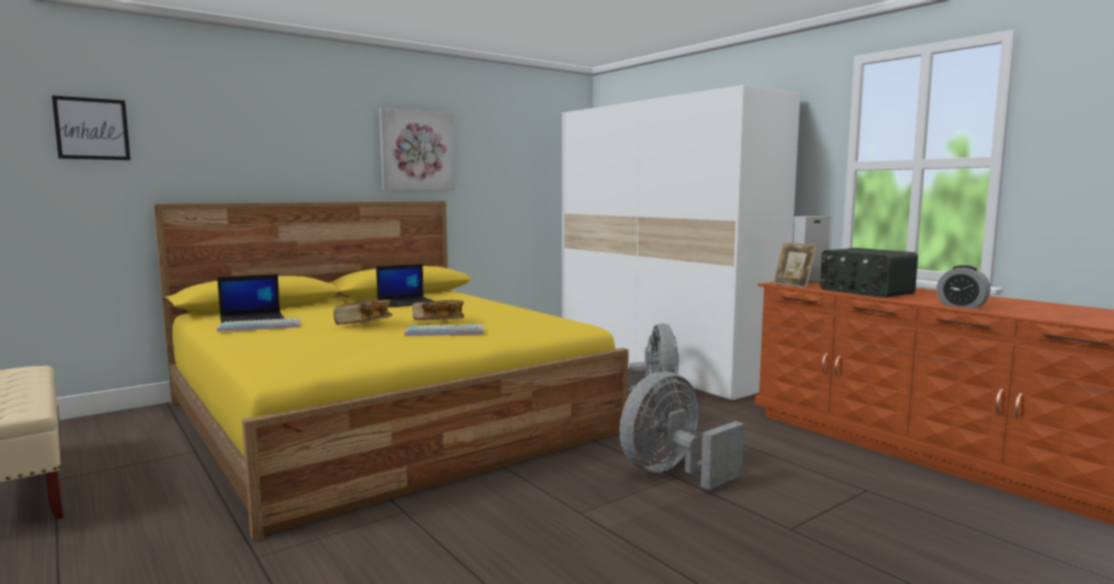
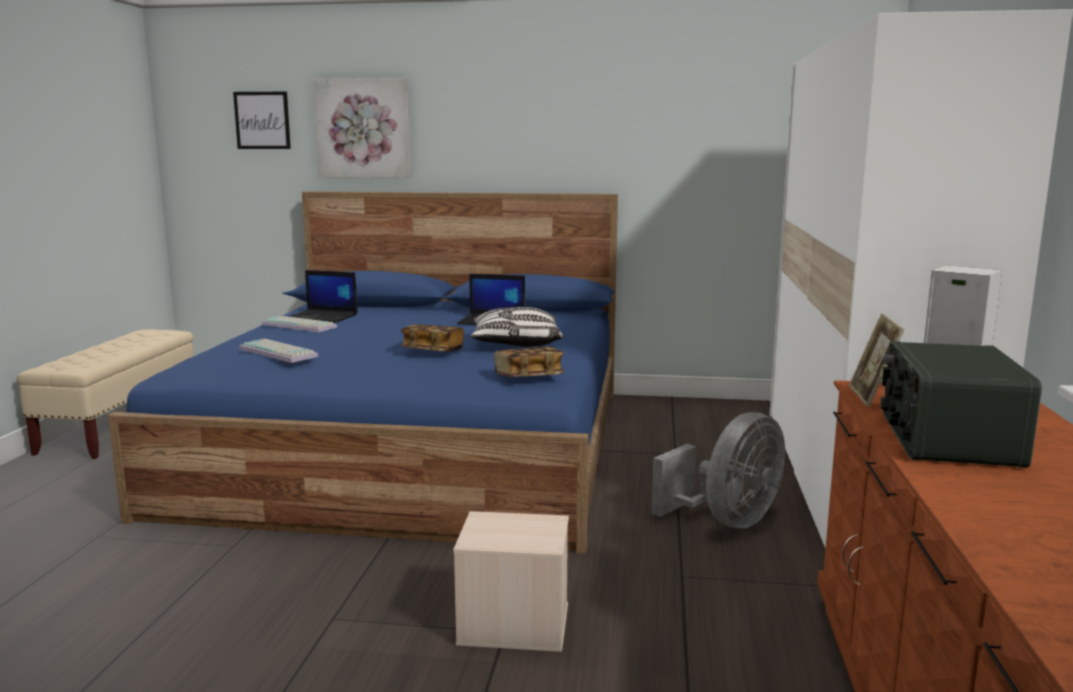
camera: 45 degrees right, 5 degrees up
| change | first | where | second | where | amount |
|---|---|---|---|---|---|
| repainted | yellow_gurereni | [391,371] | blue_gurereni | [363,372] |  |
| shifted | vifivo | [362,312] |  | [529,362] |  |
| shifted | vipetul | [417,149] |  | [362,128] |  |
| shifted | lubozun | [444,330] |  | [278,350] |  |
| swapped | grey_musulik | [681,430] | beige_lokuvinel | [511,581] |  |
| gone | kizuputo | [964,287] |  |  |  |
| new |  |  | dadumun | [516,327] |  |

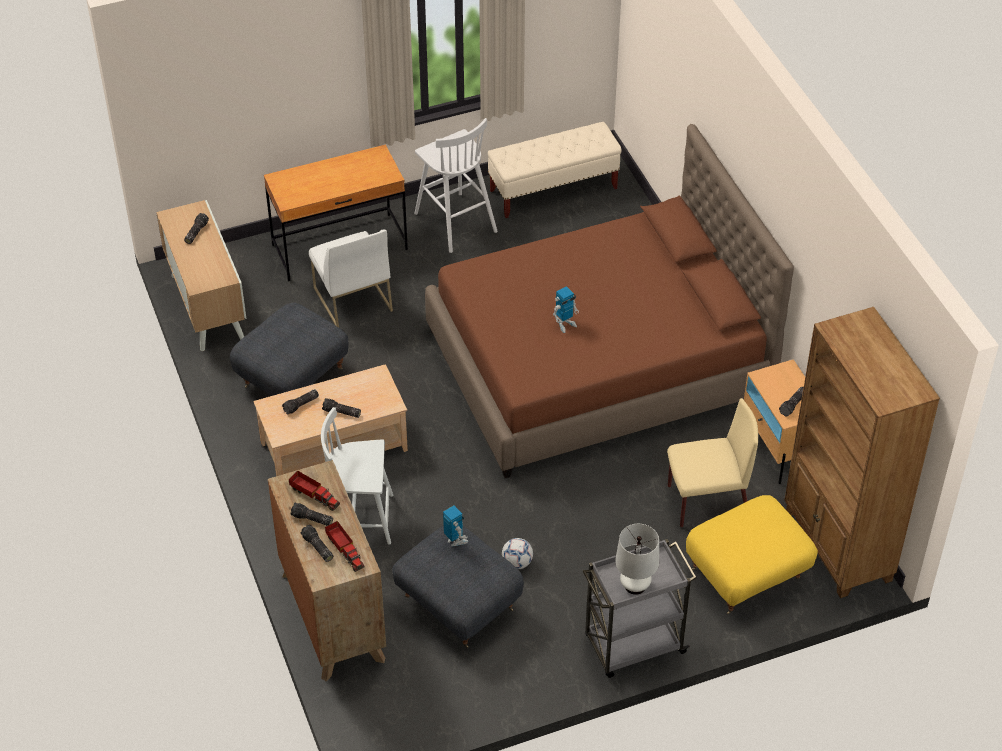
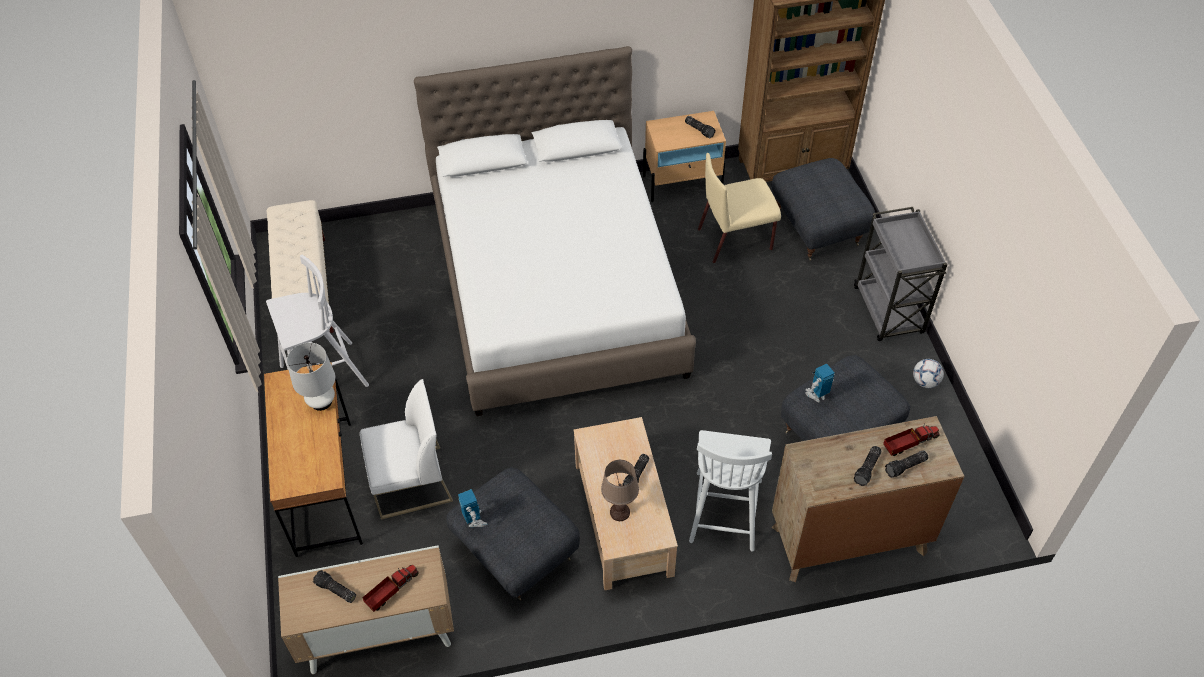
camera: 80 degrees left, 5 degrees up
| change | first | where | second | where | amount |
|---|---|---|---|---|---|
| swapped | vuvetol | [300,401] | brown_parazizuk | [620,490] |  |
| shifted | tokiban | [314,490] |  | [390,588] |  |
| repainted | brown_gurereni | [609,301] | white_gurereni | [555,231] |  |
| shifted | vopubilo | [517,553] |  | [928,373] |  |
| shifted | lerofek | [566,309] |  | [472,508] |  |
| shifted | white_parazizuk | [637,559] |  | [311,377] |  |
| rotated | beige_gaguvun | [712,462] |  | [739,208] | 105 degrees counterclockwise |
| repainted | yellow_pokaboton | [752,554] | grey_pokaboton | [823,209] |  |

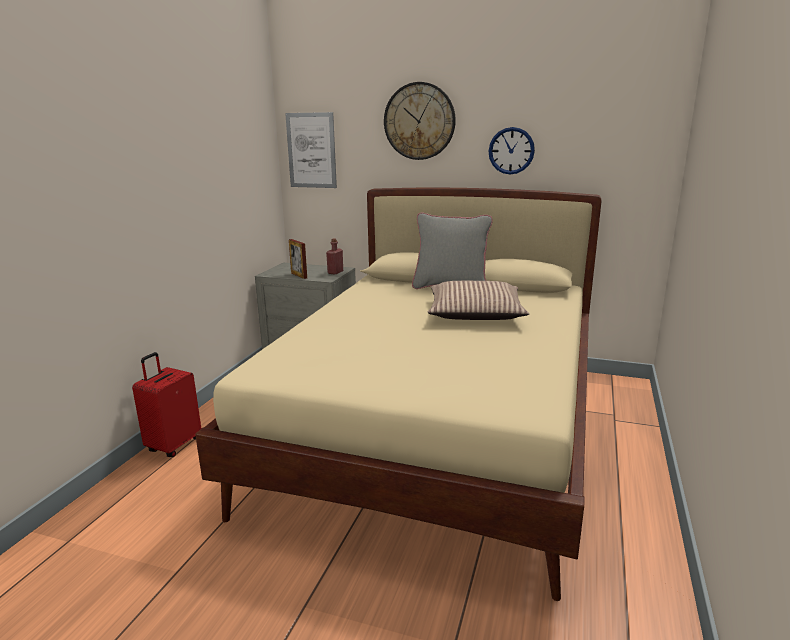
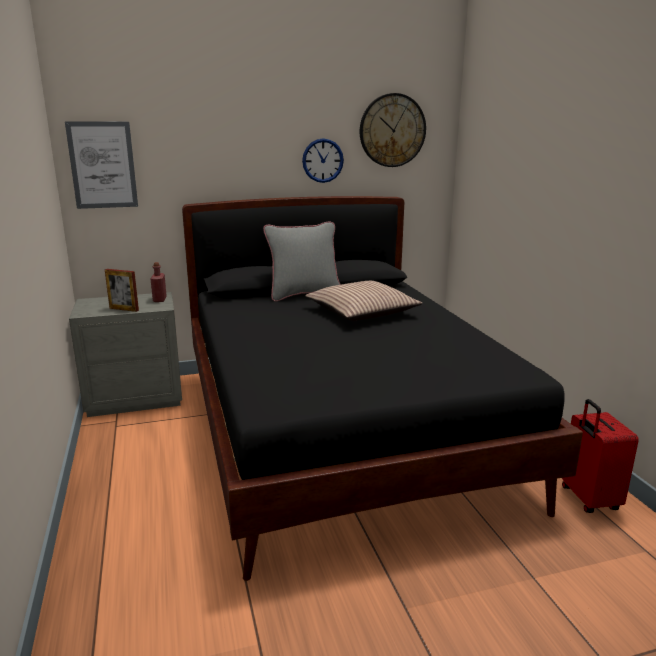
camera: 35 degrees left, 0 degrees up
| change | first | where | second | where | amount |
|---|---|---|---|---|---|
| shifted | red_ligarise | [166,404] |  | [600,456] |  |
| repainted | beige_gurereni | [398,394] | black_gurereni | [382,388] |  |
| shifted | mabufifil | [420,121] |  | [393,130] |  |

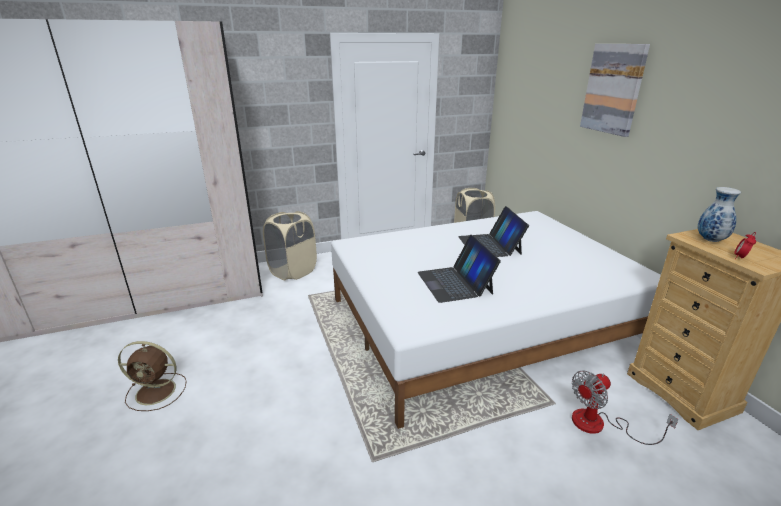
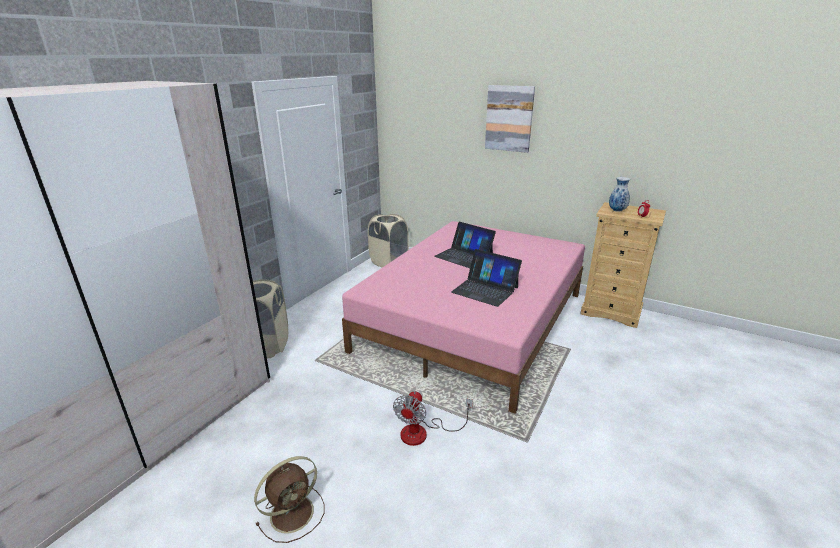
camera: 40 degrees left, 0 degrees up
| change | first | where | second | where | amount |
|---|---|---|---|---|---|
| repainted | white_gurereni | [496,320] | pink_gurereni | [463,317] |  |
| shifted | musulik | [625,408] |  | [433,418] |  |

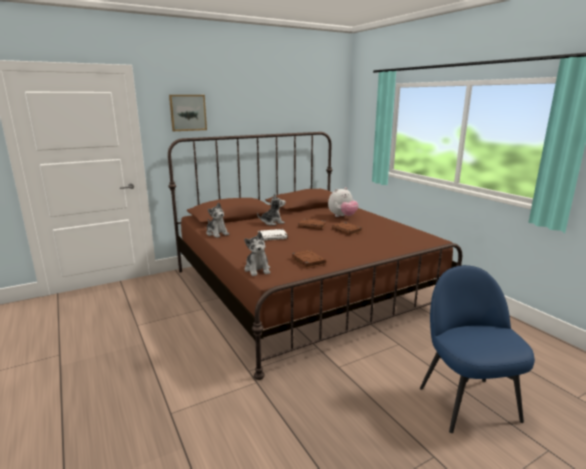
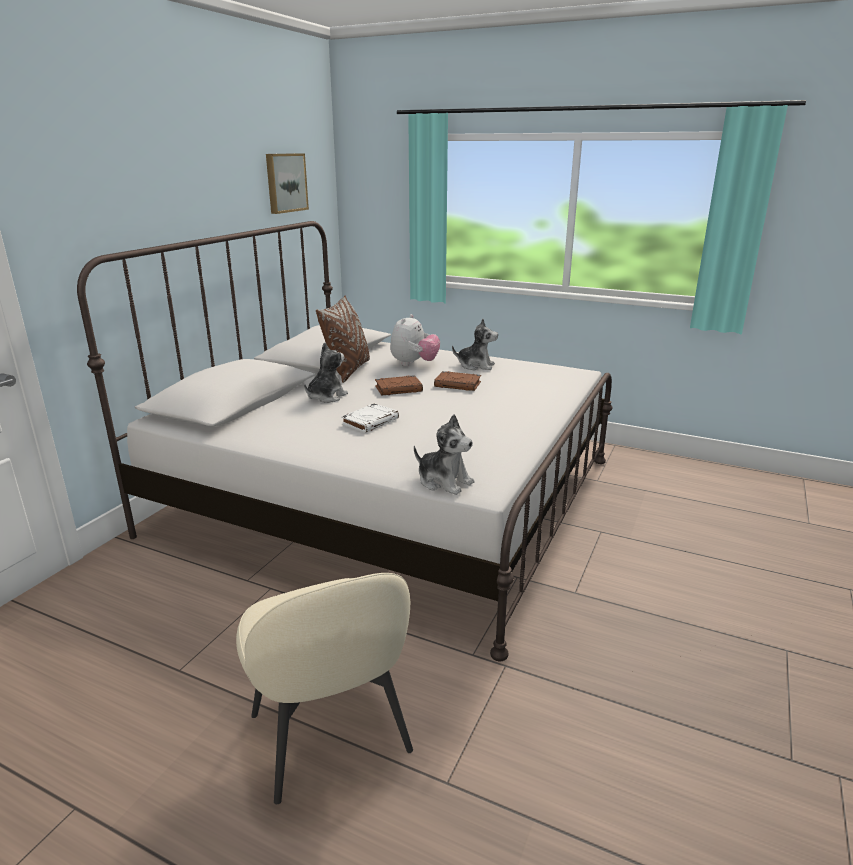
camera: 35 degrees left, 5 degrees up
| change | first | where | second | where | amount |
|---|---|---|---|---|---|
| repainted | brown_gurereni | [315,256] | white_gurereni | [345,441] |  |
| shifted | vipetul | [188,113] |  | [287,183] |  |
| shifted | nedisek | [217,220] |  | [475,344] |  |
| gone | brown_vifivo | [308,259] |  |  |  |
| gone | blue_gaguvun | [477,349] |  |  |  |
| new |  |  | beige_gaguvun | [324,688] |  |
| new |  |  | brown_dadumun | [343,339] |  |

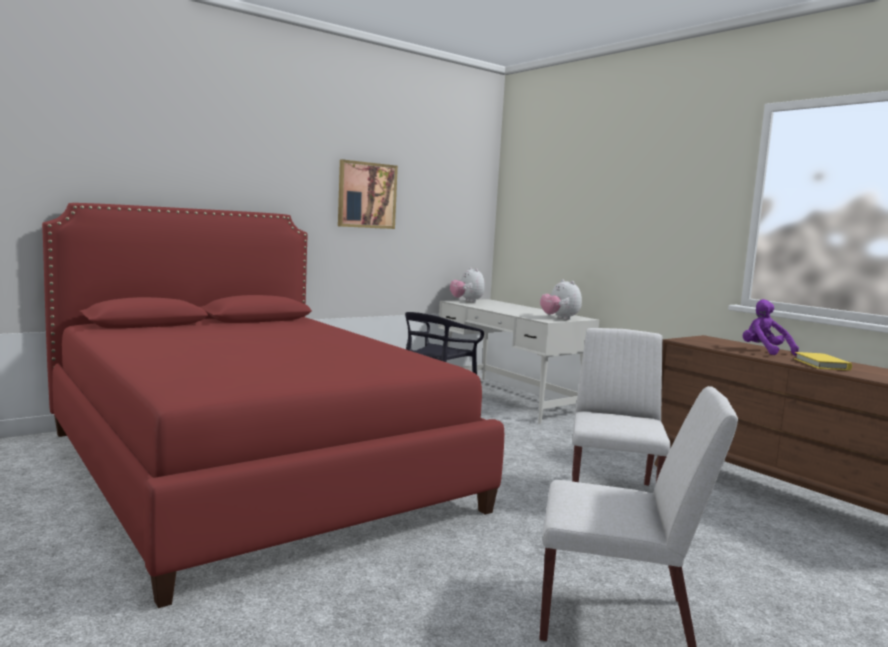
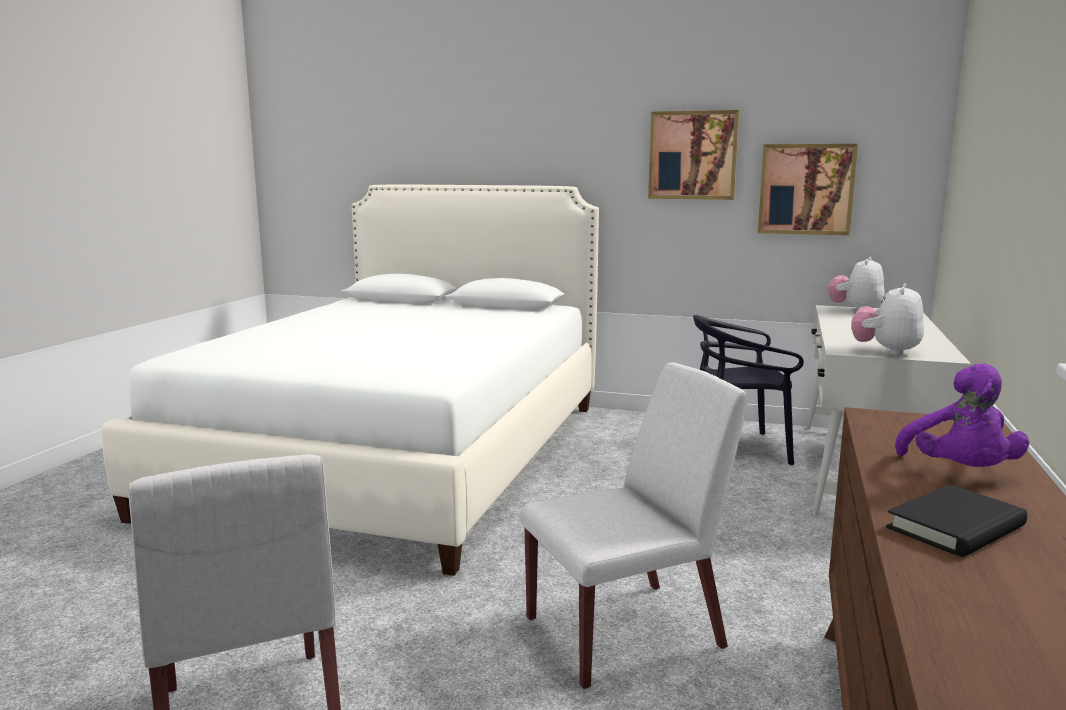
camera: 55 degrees right, 5 degrees up
| change | first | where | second | where | amount |
|---|---|---|---|---|---|
| repainted | red_gurereni | [273,405] | white_gurereni | [350,380] |  |
| rotated | purple_nedisek | [771,327] |  | [962,415] | 150 degrees clockwise |
| repainted | yellow_vifivo | [823,361] | black_vifivo | [956,520] |  |
| new |  |  | vipetul | [808,189] |  |

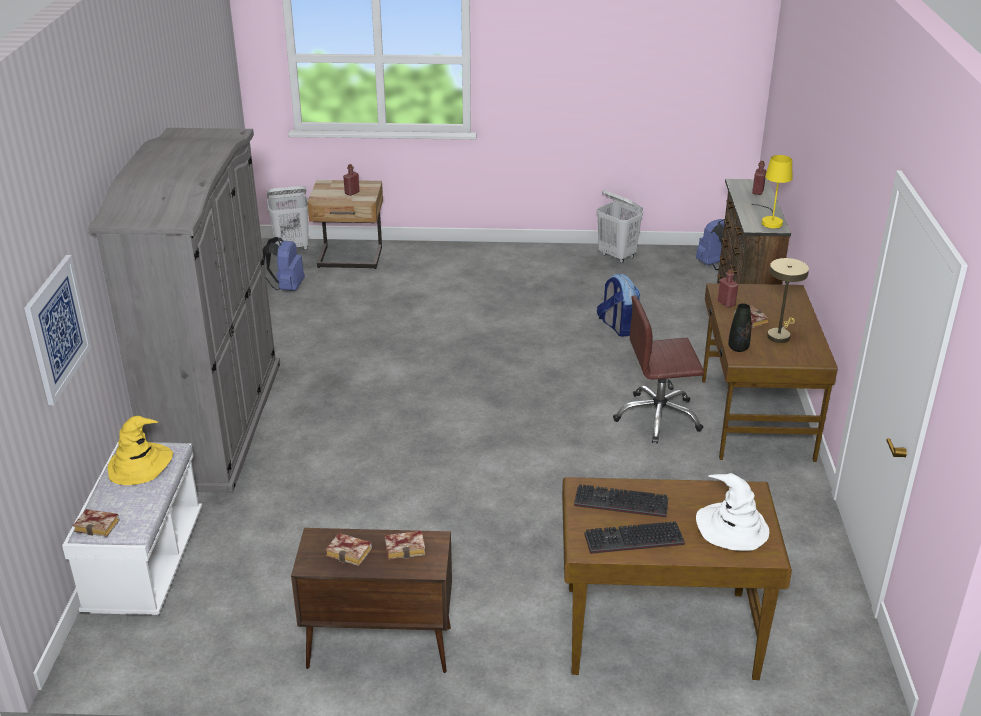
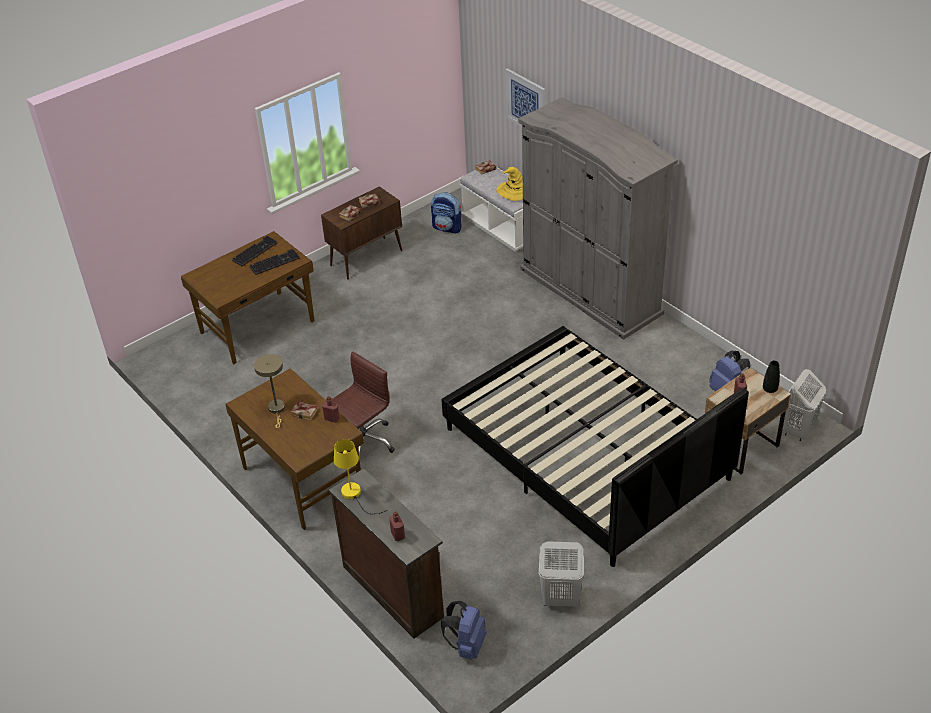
camera: 140 degrees right, 10 degrees up
| change | first | where | second | where | amount |
|---|---|---|---|---|---|
| shifted | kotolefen | [618,305] |  | [446,213] |  |
| gone | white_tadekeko | [732,512] |  |  |  |
| shifted | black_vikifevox | [739,327] |  | [771,377] |  |
| new |  |  | black_gurereni | [595,446] |  |

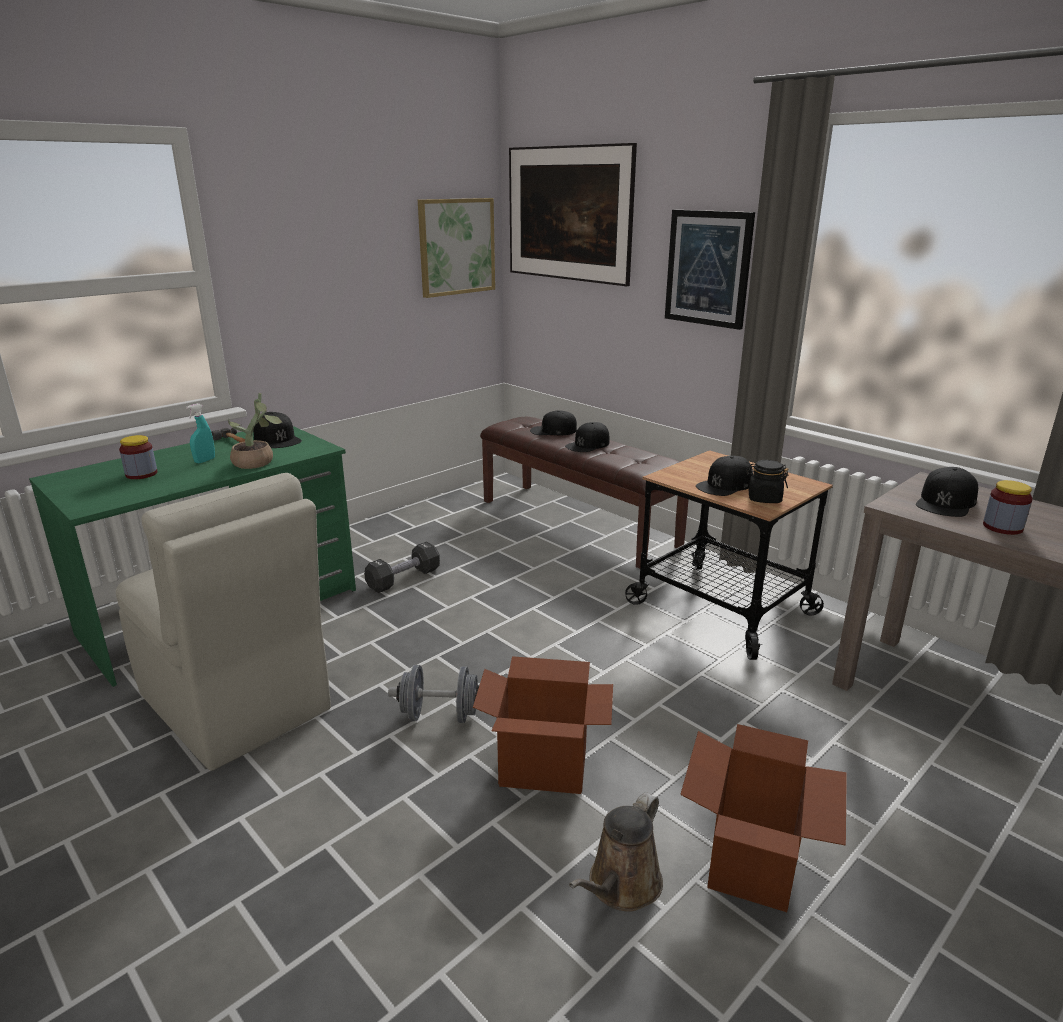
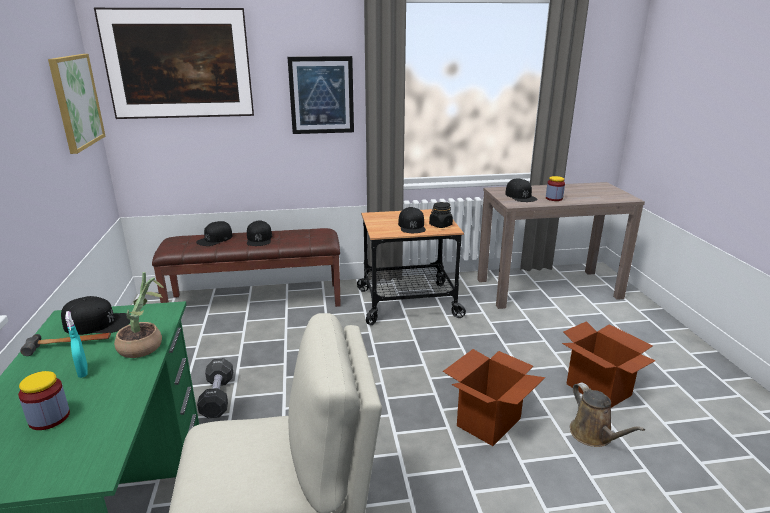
camera: 55 degrees left, 0 degrees up
| change | first | where | second | where | amount |
|---|---|---|---|---|---|
| gone | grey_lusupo | [433,694] |  |  |  |

